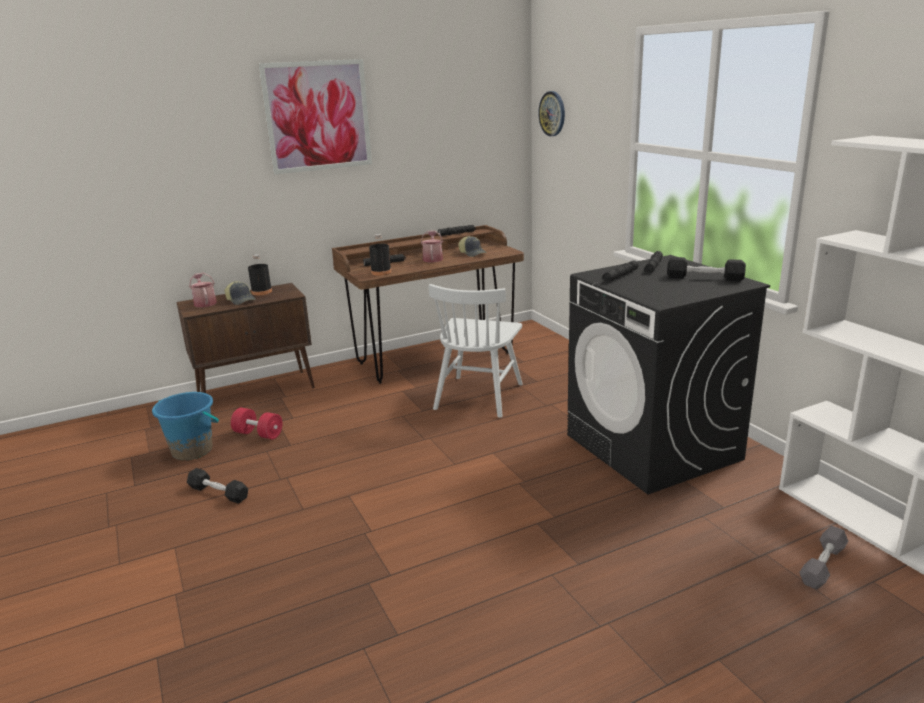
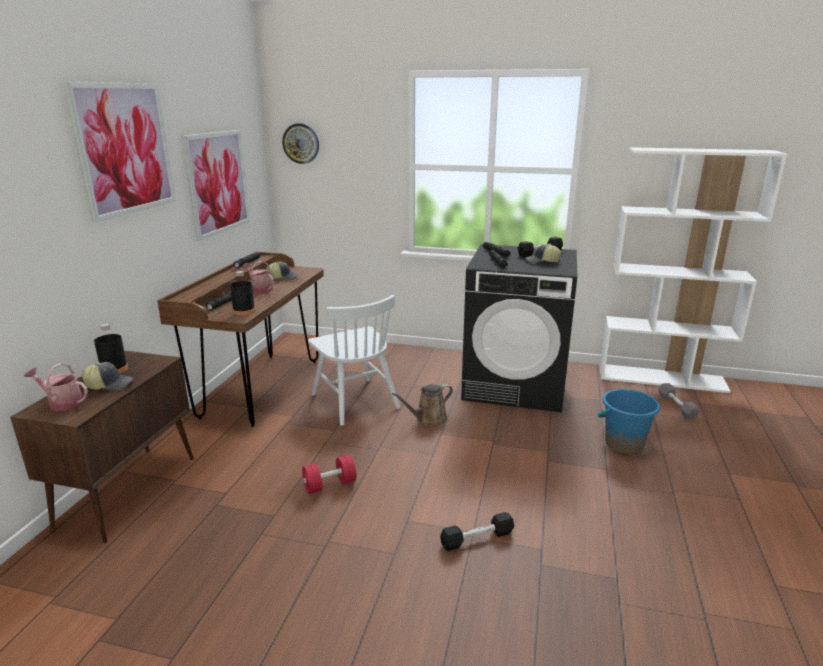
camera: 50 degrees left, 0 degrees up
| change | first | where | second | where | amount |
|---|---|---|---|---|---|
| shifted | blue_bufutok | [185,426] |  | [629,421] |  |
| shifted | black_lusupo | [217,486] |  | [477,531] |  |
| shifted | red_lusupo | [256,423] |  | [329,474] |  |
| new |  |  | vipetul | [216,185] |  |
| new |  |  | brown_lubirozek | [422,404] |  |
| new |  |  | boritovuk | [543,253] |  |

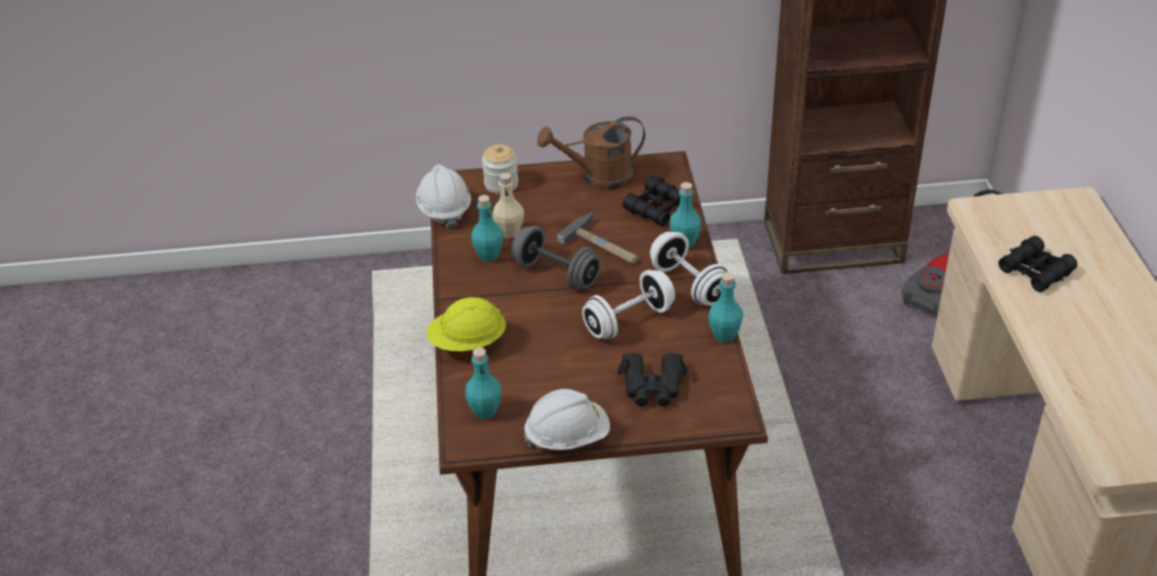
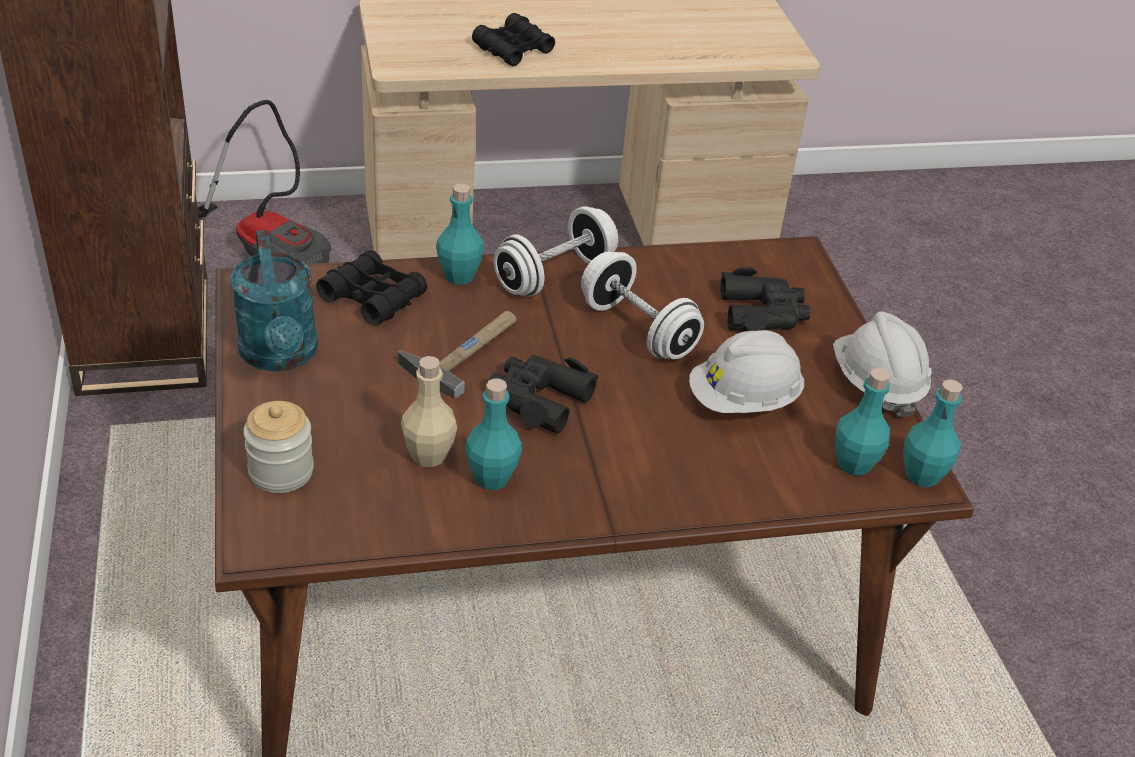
camera: 100 degrees left, 0 degrees up
| change | first | where | second | where | amount |
|---|---|---|---|---|---|
| shifted | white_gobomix | [443,196] |  | [746,371] |  |
| gone | yellow_gobomix | [466,326] |  |  |  |
| swapped | grey_lusupo | [556,258] | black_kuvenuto | [544,394] |  |
| repainted | brown_lubirozek | [591,153] | turquoise_lubirozek | [274,301] |  |
| shifted | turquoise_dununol | [726,307] |  | [933,433] |  |

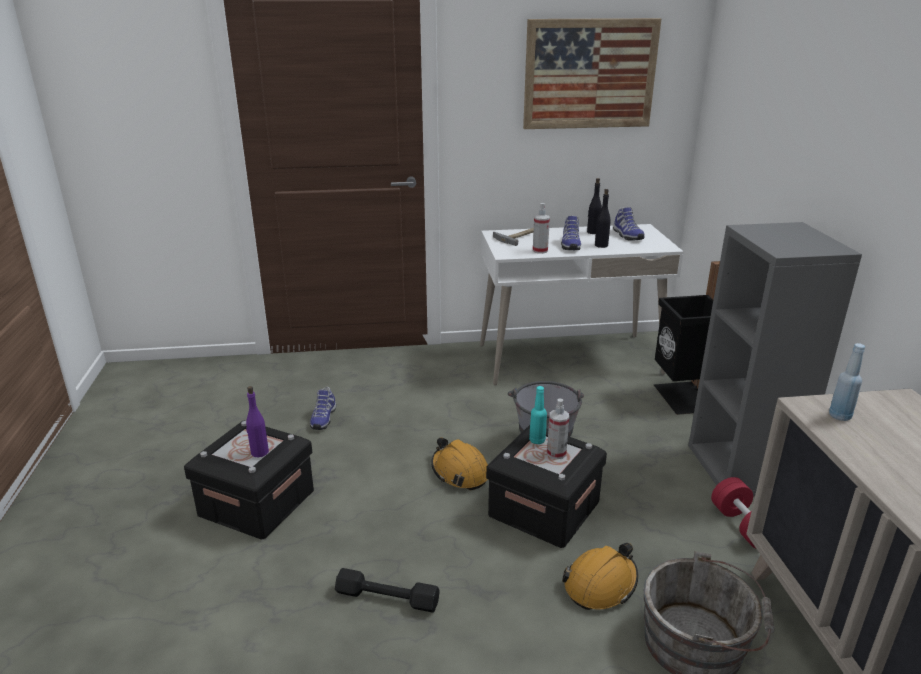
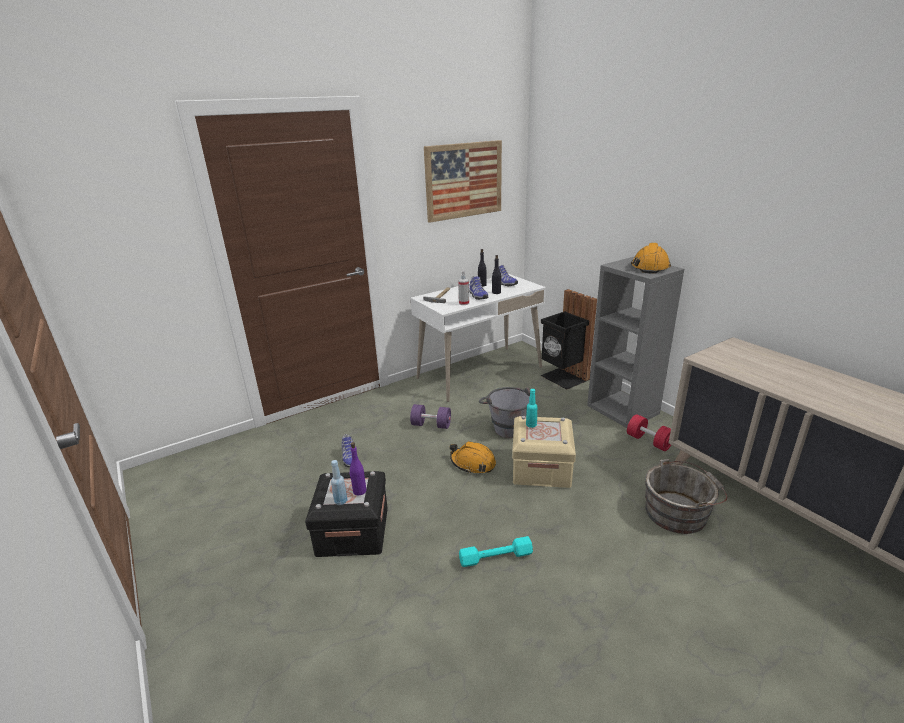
camera: 25 degrees left, 0 degrees up
| change | first | where | second | where | amount |
|---|---|---|---|---|---|
| repainted | black_lusupo | [387,590] | turquoise_lusupo | [496,551] |  |
| repainted | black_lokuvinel | [546,486] | beige_lokuvinel | [544,452] |  |
| gone | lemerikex | [558,428] |  |  |  |
| shifted | orange_gobomix | [600,576] |  | [651,258] |  |
| shifted | blue_dununol | [847,382] |  | [339,482] |  |
| new |  |  | purple_lusupo | [430,416] |  |

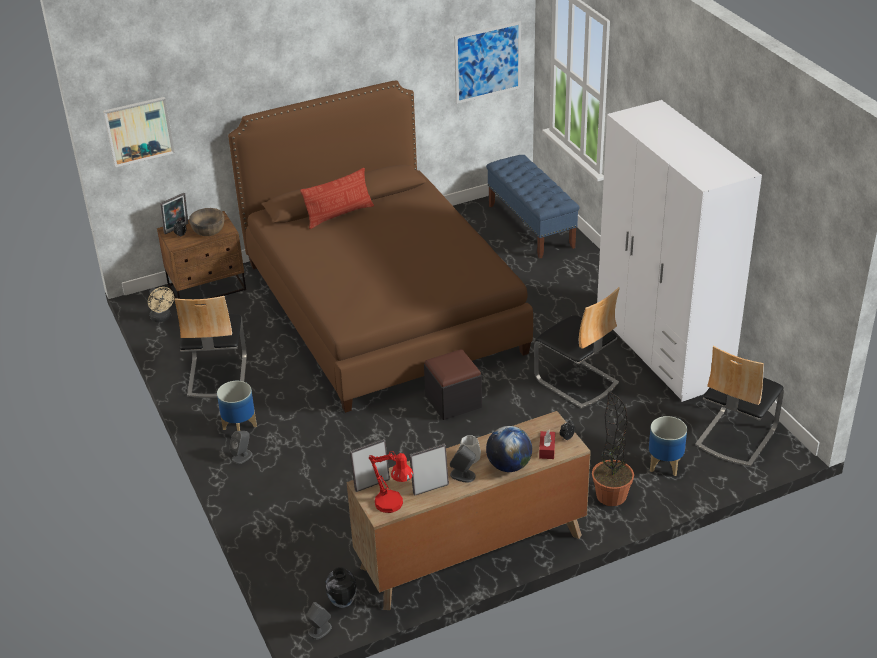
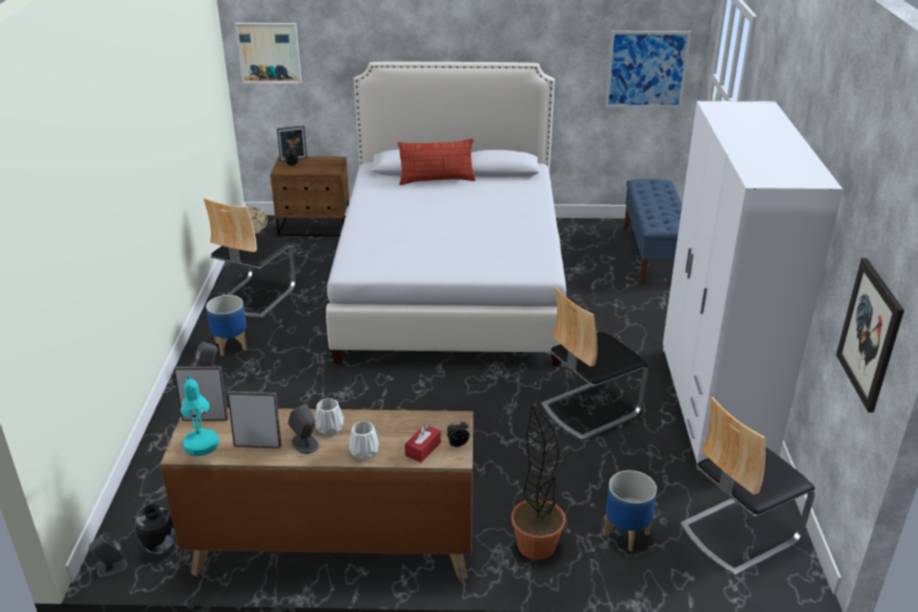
camera: 25 degrees right, 5 degrees down
| change | first | where | second | where | amount |
|---|---|---|---|---|---|
| gone | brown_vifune | [207,222] |  |  |  |
| repainted | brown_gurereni | [380,246] | white_gurereni | [446,214] |  |
| repainted | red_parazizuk | [391,482] | turquoise_parazizuk | [199,415] |  |
| gone | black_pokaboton | [453,384] |  |  |  |
| swapped | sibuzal | [509,449] | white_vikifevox | [364,440] |  |
| rotated | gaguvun | [577,348] |  | [594,364] | 75 degrees clockwise |
| new |  |  | vipetul | [870,335] |  |

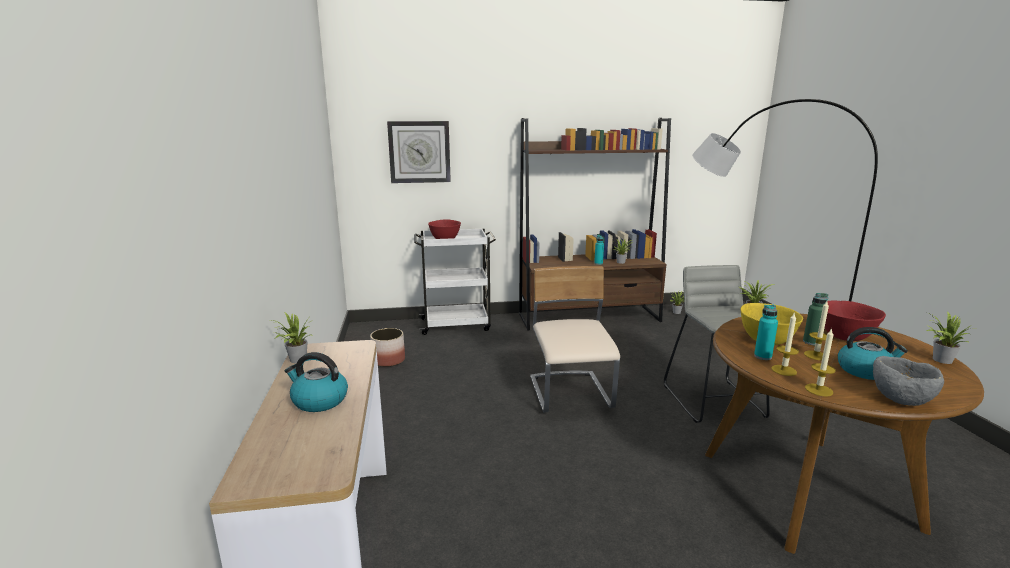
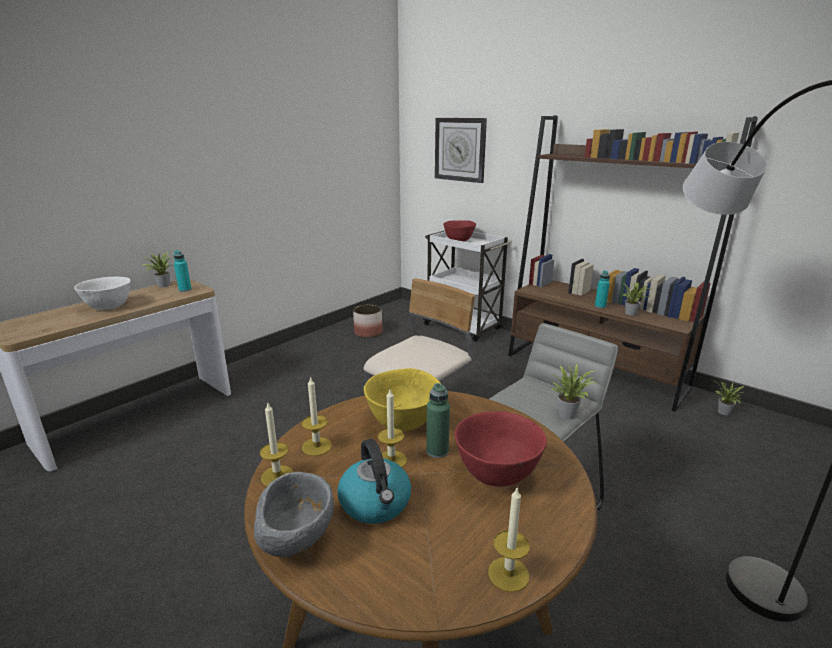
camera: 50 degrees right, 5 degrees up
| change | first | where | second | where | amount |
|---|---|---|---|---|---|
| swapped | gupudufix | [316,382] | white_vifune | [102,293] |  |
| shifted | turquoise_dununol | [766,332] |  | [183,271] |  |
| swapped | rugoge | [949,337] | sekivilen | [509,540] |  |

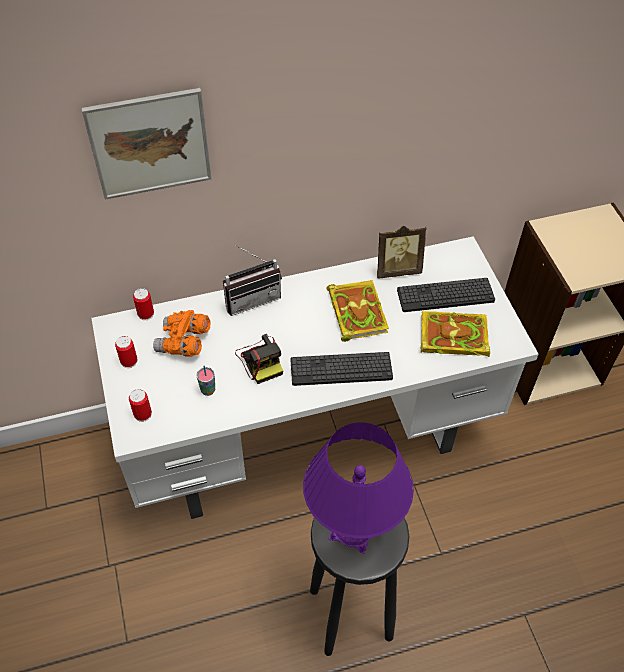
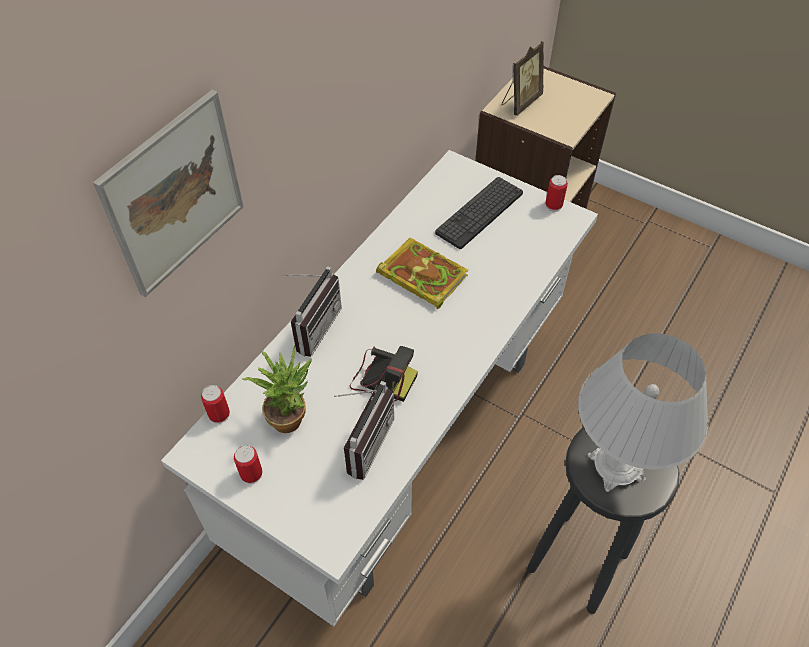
camera: 40 degrees left, 0 degrees up
| change | first | where | second | where | amount |
|---|---|---|---|---|---|
| shifted | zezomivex | [140,405] |  | [556,193] |  |
| swapped | orange_kuvenuto | [182,333] | rugoge | [277,389] |  |
| swapped | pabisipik | [206,381] | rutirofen | [364,430] |  |
| gone | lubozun | [341,369] |  |  |  |
| repainted | purple_parazizuk | [358,488] | white_parazizuk | [643,412] |  |
| shifted | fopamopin | [402,252] |  | [523,78] |  |
| gone | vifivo | [455,334] |  |  |  |

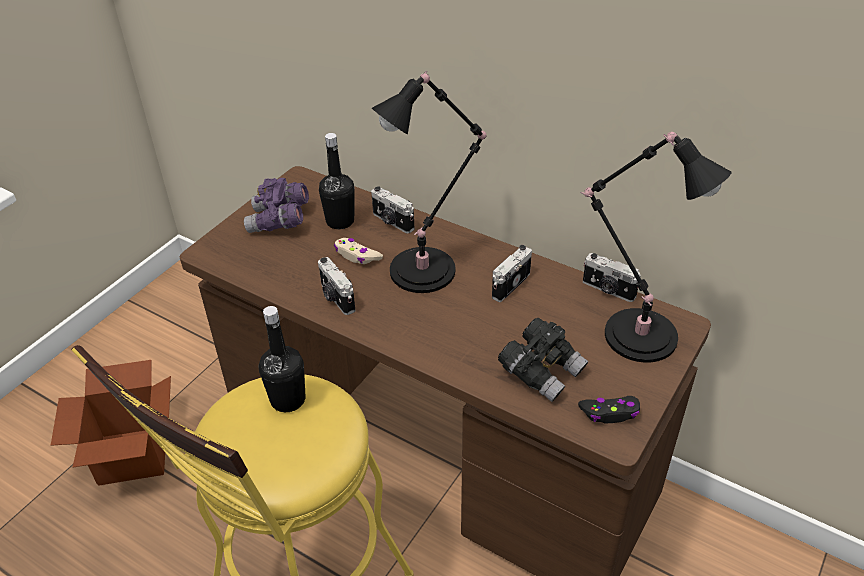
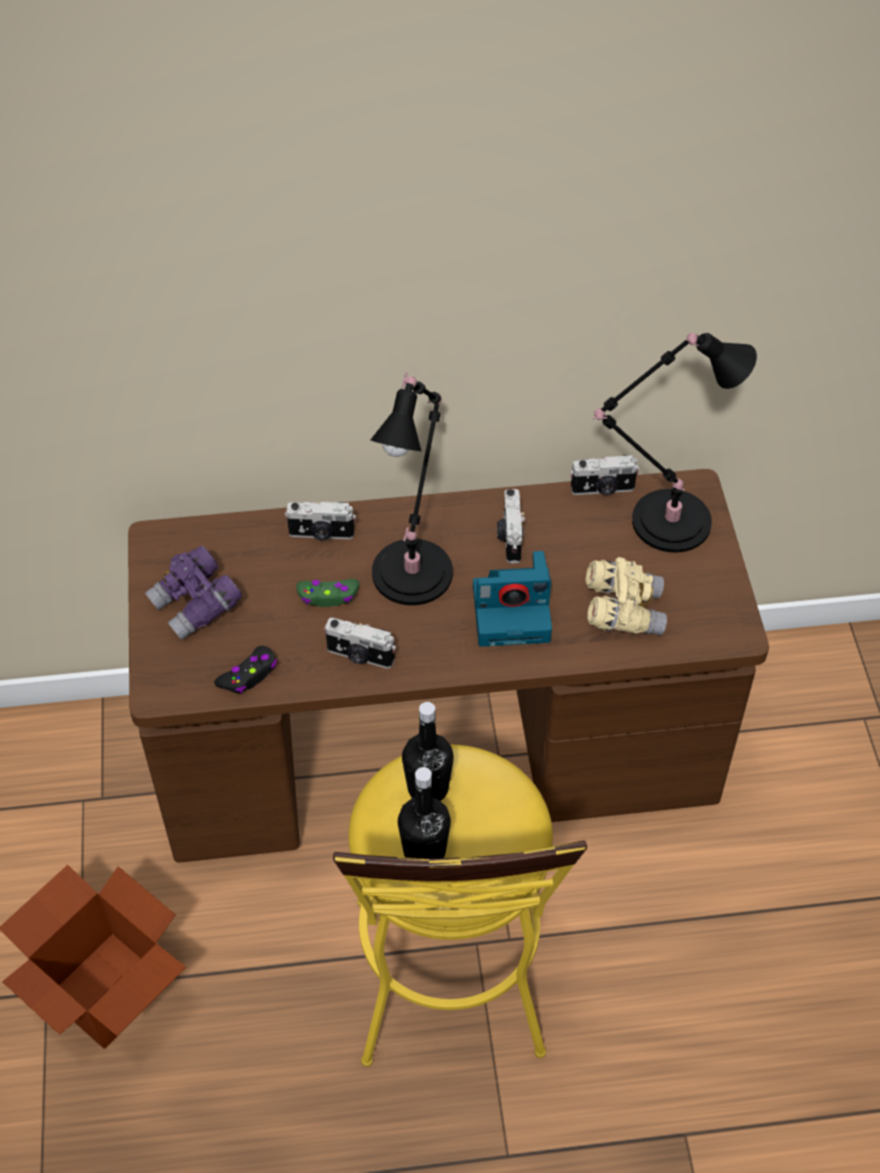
camera: 40 degrees left, 10 degrees up
| change | first | where | second | where | amount |
|---|---|---|---|---|---|
| shifted | black_dununol | [337,181] |  | [424,812] |  |
| repainted | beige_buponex | [358,251] | green_buponex | [327,593] |  |
| repainted | black_kuvenuto | [543,360] | beige_kuvenuto | [626,596] |  |
| shifted | black_buponex | [609,409] |  | [245,669] |  |
| new |  |  | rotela | [512,599] |  |

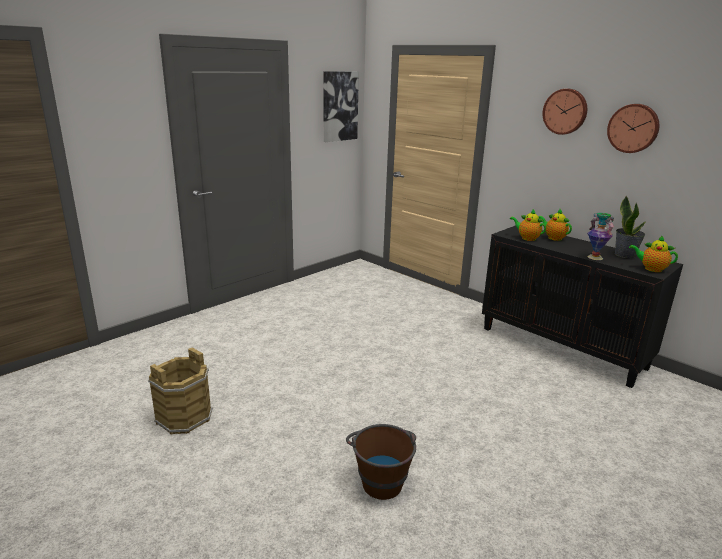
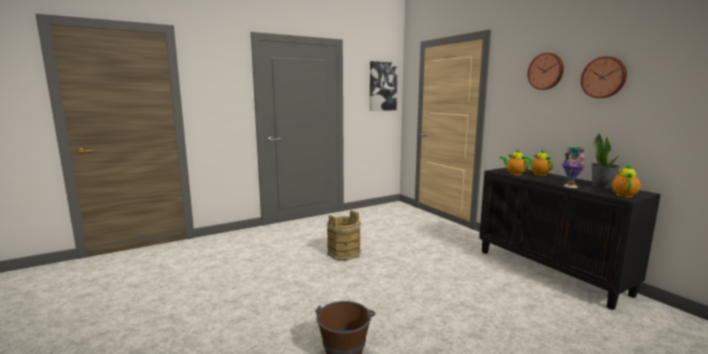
camera: 15 degrees right, 10 degrees down
| change | first | where | second | where | amount |
|---|---|---|---|---|---|
| shifted | brown_bufutok | [180,391] |  | [344,235] |  |
| rotated | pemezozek | [653,253] |  | [626,180] | 75 degrees clockwise |

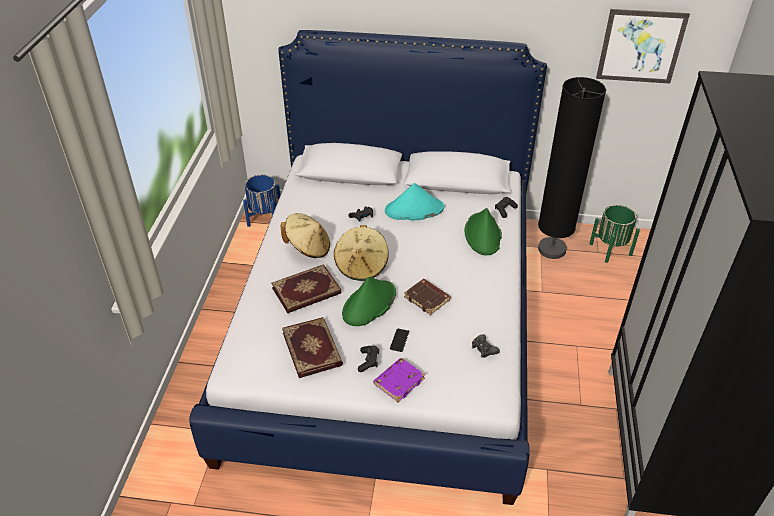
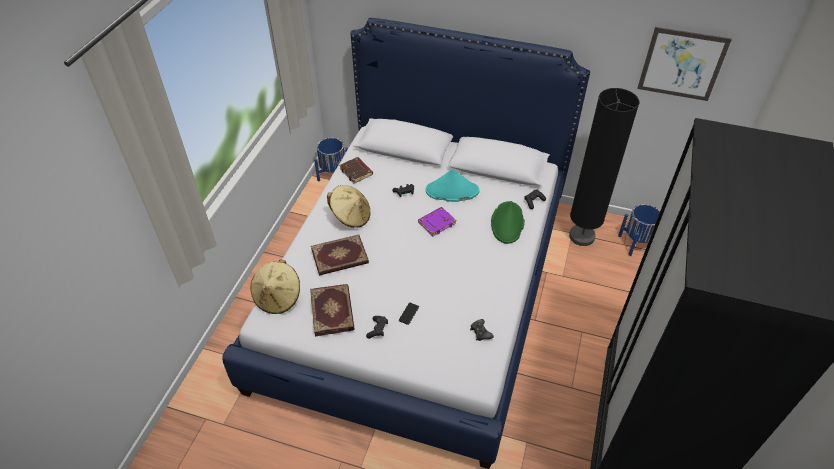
camera: 10 degrees right, 5 degrees up
| change | first | where | second | where | amount |
|---|---|---|---|---|---|
| shifted | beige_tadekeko | [361,253] |  | [275,286] |  |
| gone | green_tadekeko | [369,301] |  |  |  |
| shifted | purple_vifivo | [399,380] |  | [437,221] |  |
| shifted | brown_vifivo | [427,297] |  | [356,170] |  |
| repainted | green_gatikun | [614,234] | blue_gatikun | [639,230] |  |

